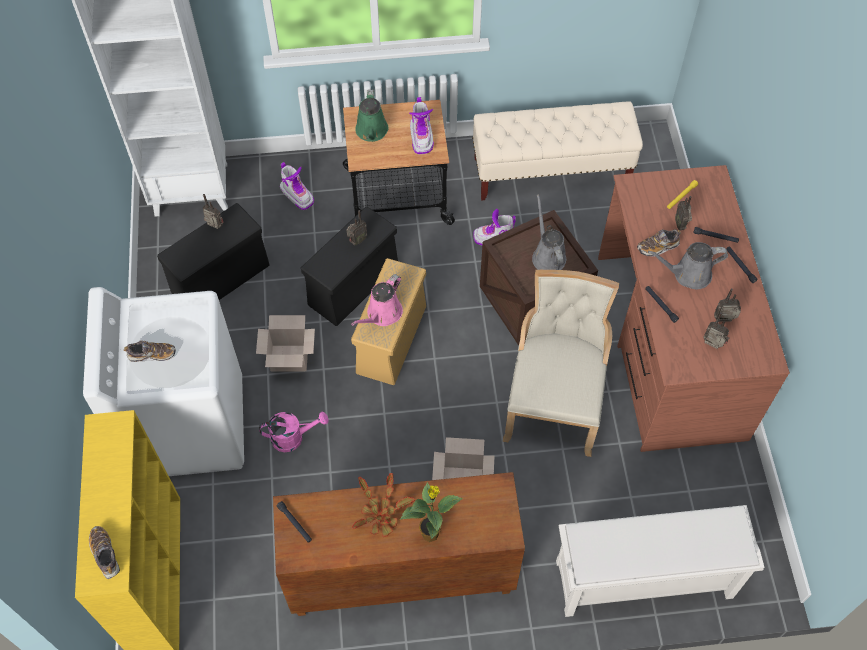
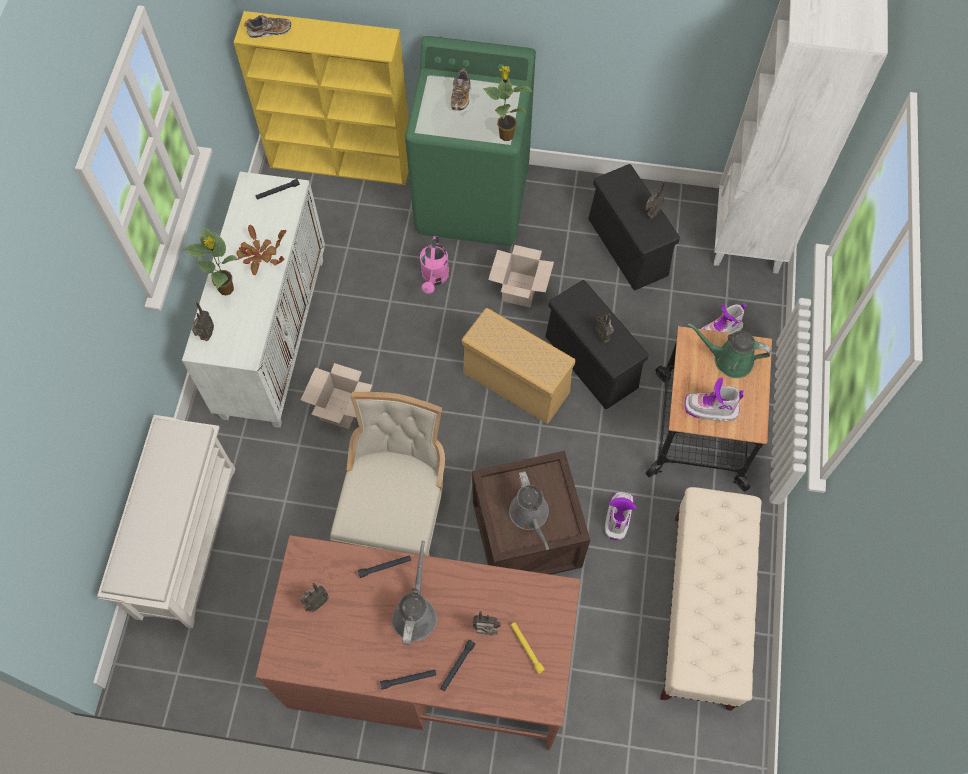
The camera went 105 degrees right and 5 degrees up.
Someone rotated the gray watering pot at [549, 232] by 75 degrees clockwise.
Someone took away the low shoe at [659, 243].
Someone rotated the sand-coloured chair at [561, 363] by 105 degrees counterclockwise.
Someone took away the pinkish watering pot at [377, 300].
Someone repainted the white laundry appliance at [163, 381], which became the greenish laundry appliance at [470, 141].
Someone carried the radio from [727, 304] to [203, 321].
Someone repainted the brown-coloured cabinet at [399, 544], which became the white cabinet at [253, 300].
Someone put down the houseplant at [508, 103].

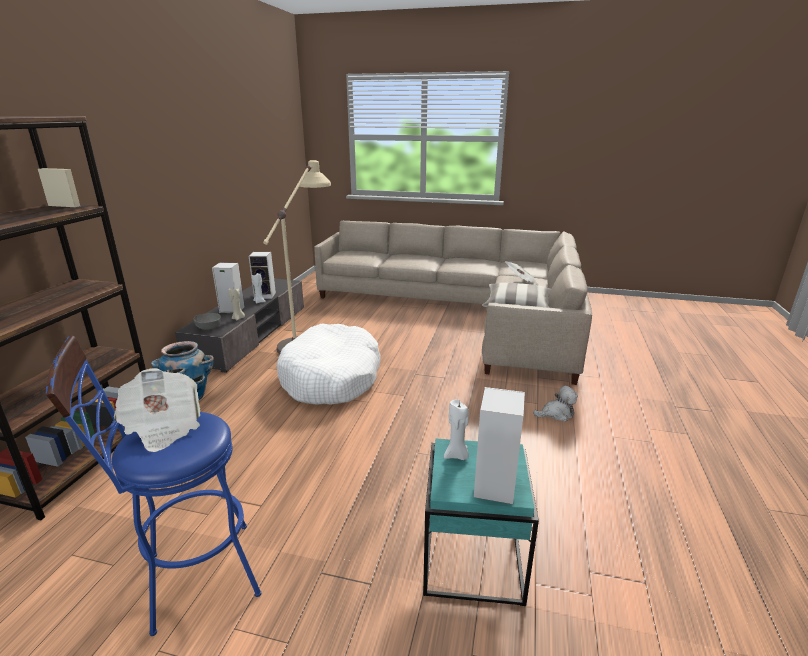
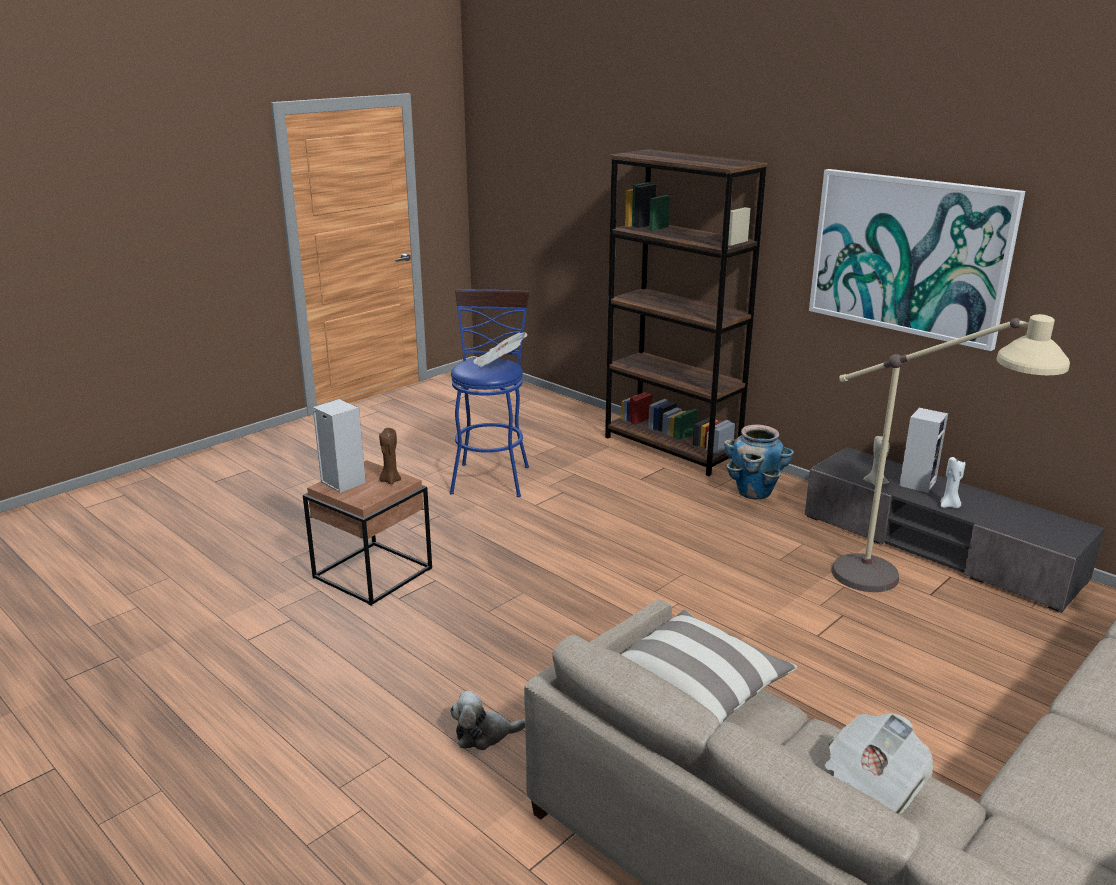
The camera went 120 degrees right and 0 degrees up.
Someone took away the loudspeaker at [262, 275].
Someone took away the gray deep dish at [207, 321].
Someone took away the white dog bed at [329, 364].
Someone rotated the plush toy at [555, 403] by 60 degrees clockwise.
Someone repainted the white wax light at [456, 429], which became the brown-coloured wax light at [390, 456].
Someone repainted the turquoise-coloured side table at [481, 522], which became the brown-coloured side table at [367, 533].
Someone put up the picture at [917, 260].

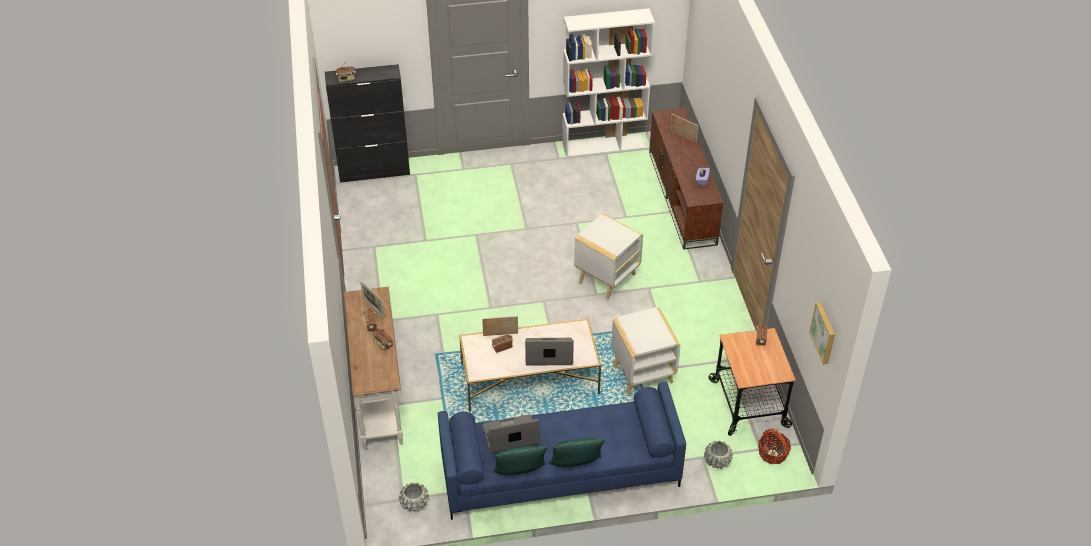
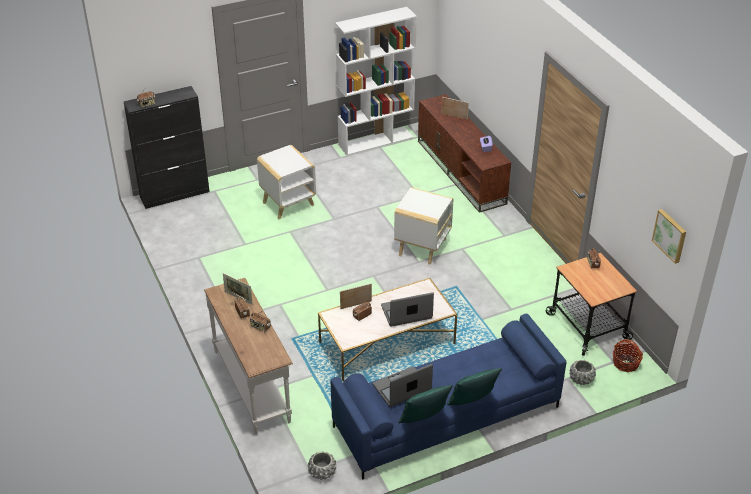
The camera went 15 degrees left and 5 degrees down.
Someone carried the white side table from [645, 350] to [286, 182].

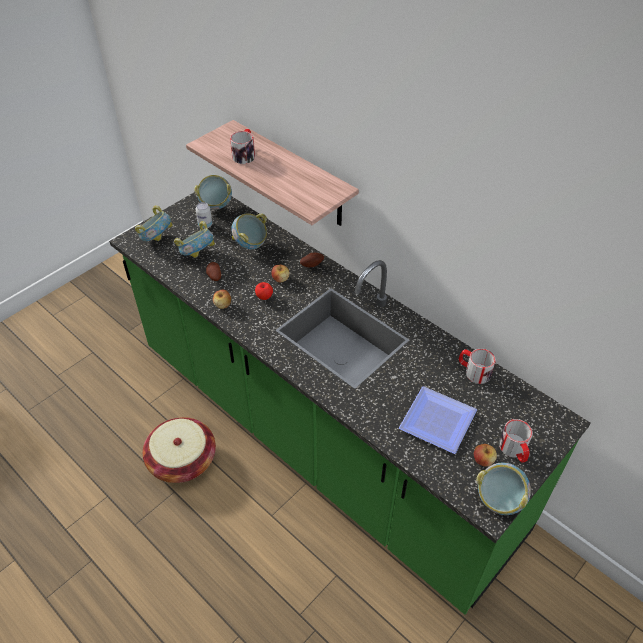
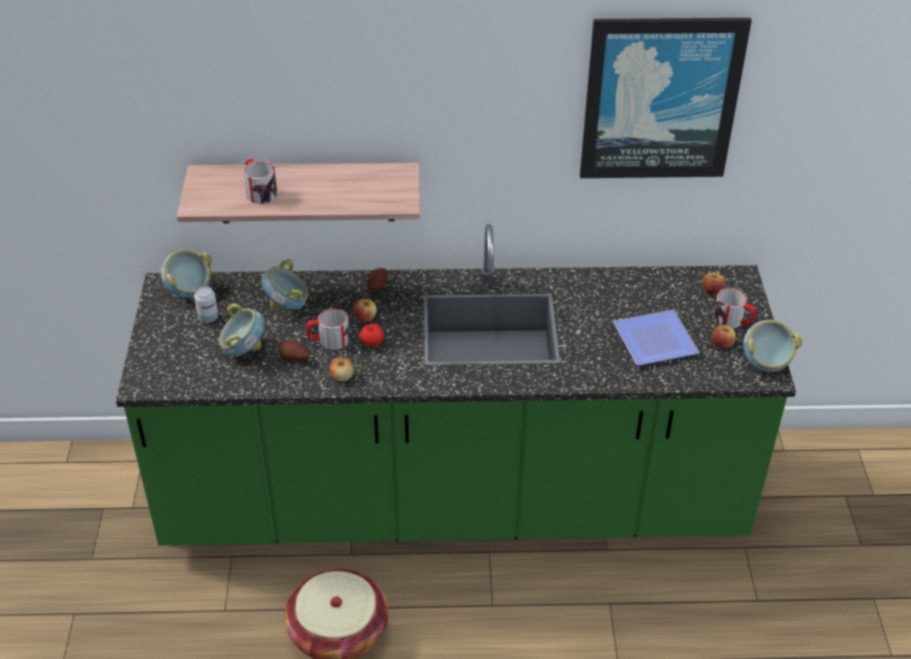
The camera went 45 degrees left and 5 degrees down.
Someone took away the deep dish at [153, 223].
Someone carried the coffee mug from [477, 366] to [328, 329].
Someone put up the picture at [666, 98].
Someone put down the whole apple at [713, 283].

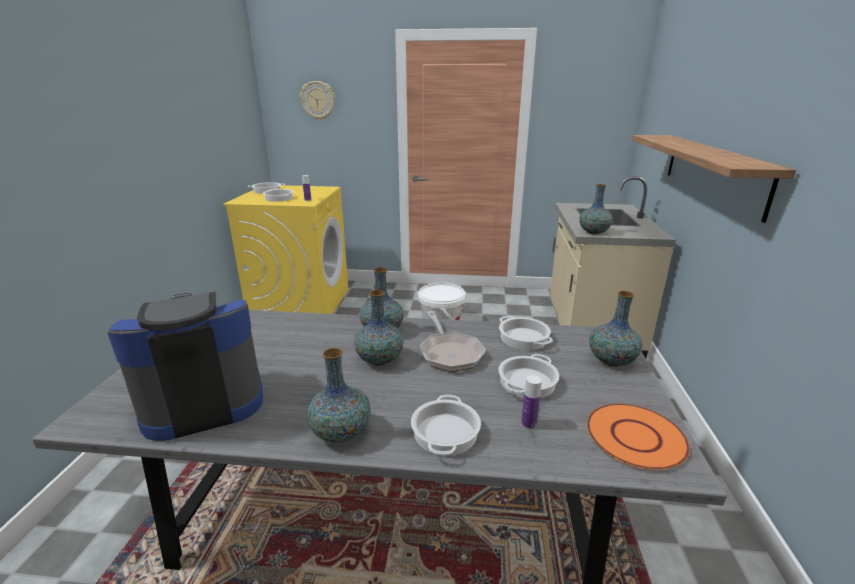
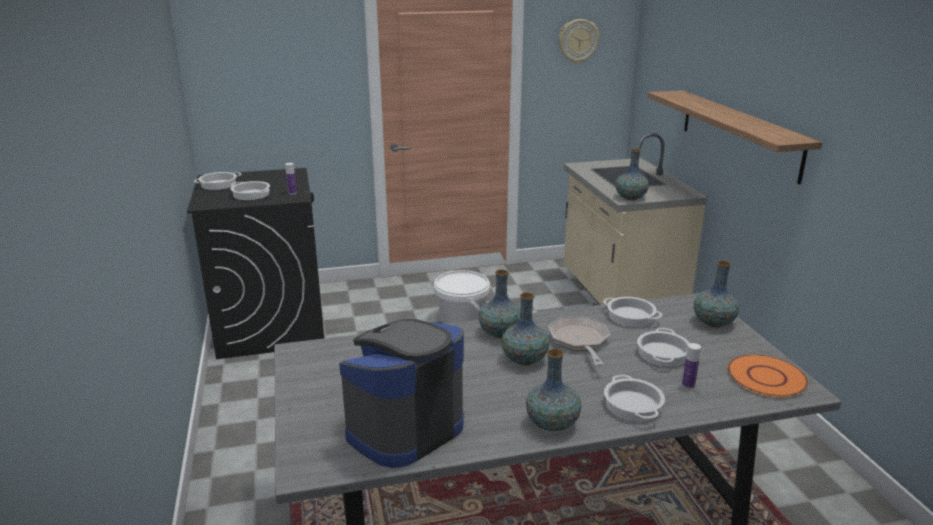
The camera went 20 degrees left and 0 degrees up.
Someone carried the hanging clock from [317, 100] to [579, 41].
Someone repainted the yellow-coloured laundry appliance at [285, 249], which became the black-coloured laundry appliance at [255, 263].
Someone rotated the pan at [452, 341] by 150 degrees counterclockwise.

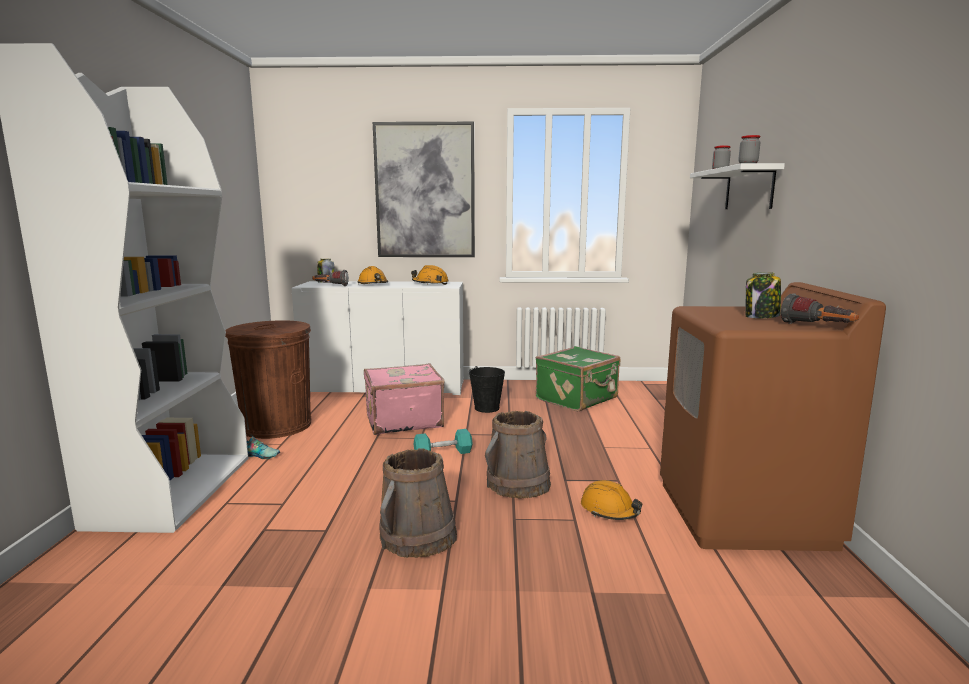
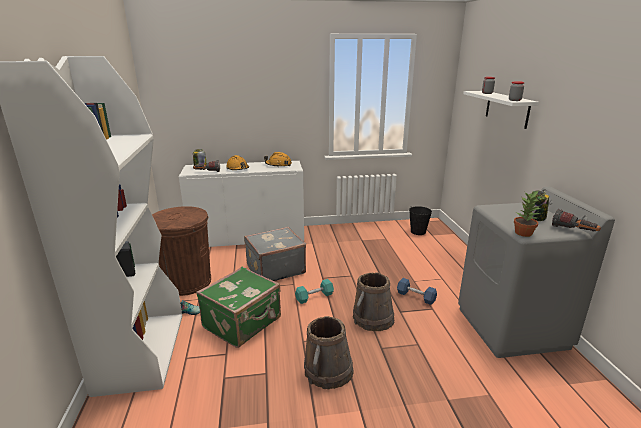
The camera went 10 degrees left and 10 degrees up.
Someone took away the picture at [424, 189].
Someone repainted the brown-coloured laundry appliance at [773, 416], which became the gray laundry appliance at [536, 272].
Someone carried the greenish piece of luggage from [578, 379] to [238, 307].
Someone repainted the pinkish piece of luggage at [404, 399], which became the gray piece of luggage at [275, 254].
Someone carried the black-coloured water bucket from [487, 389] to [420, 220].
Someone took away the orange hard hat at [611, 500].
Someone put down the houseplant at [527, 213].
Someone put down the bluish dumbbell at [417, 291].

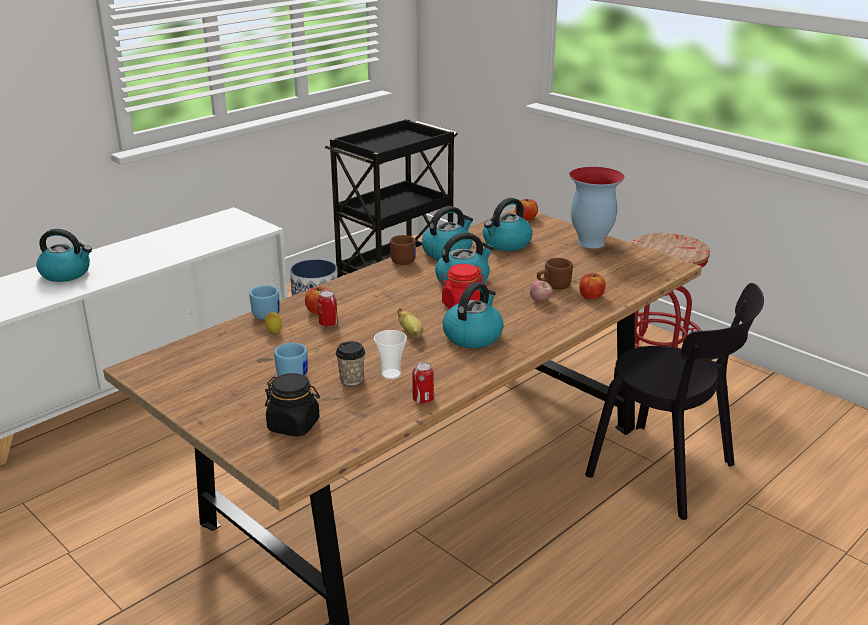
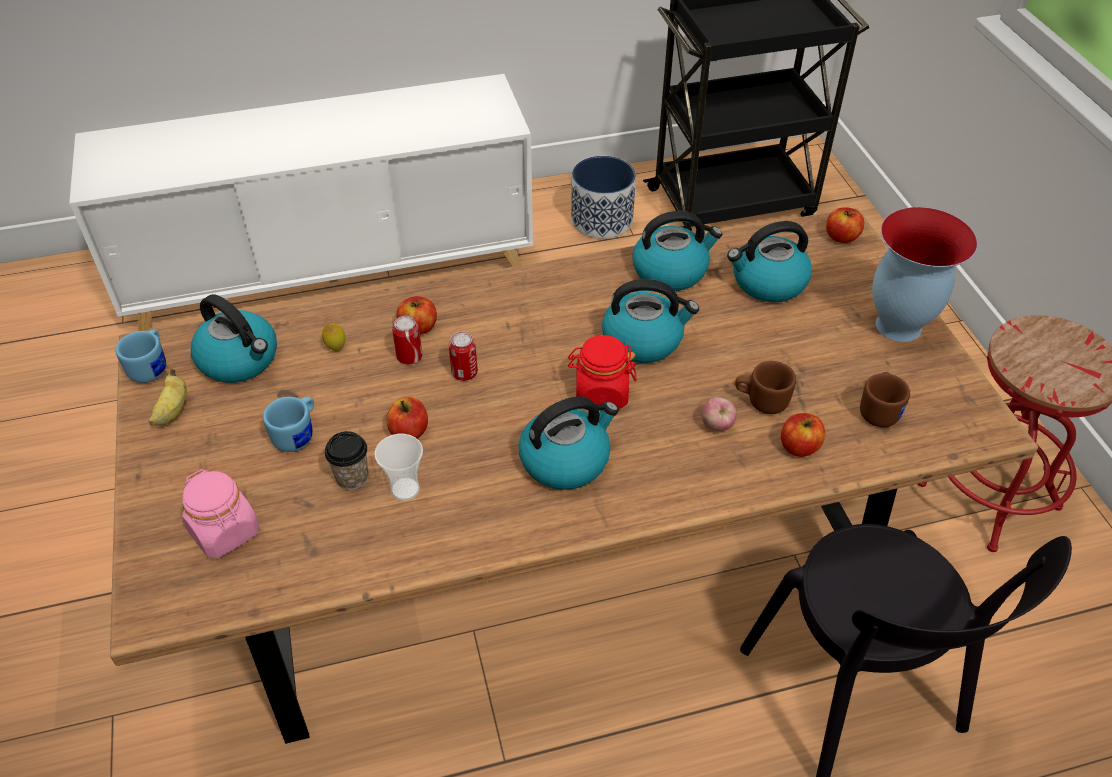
The camera went 30 degrees right and 20 degrees up.
Someone carried the kettle from [64, 255] to [234, 338].
Someone carried the brown-coloured coffee mug from [403, 250] to [885, 399].
Someone carried the bluish coffee mug from [264, 303] to [140, 356].
Someone carried the whole banana from [410, 323] to [167, 397].
Someone carried the metal can from [423, 383] to [463, 356].
Someone repainted the black-coloured storage jar at [292, 405], which became the pinkish storage jar at [220, 513].
Someone put down the whole apple at [407, 418].

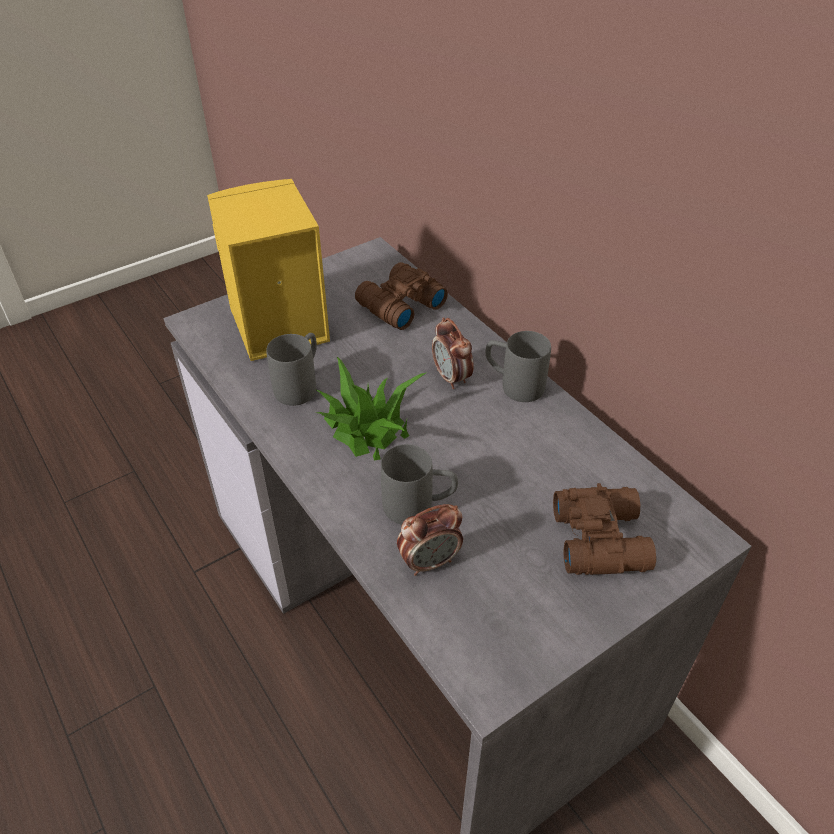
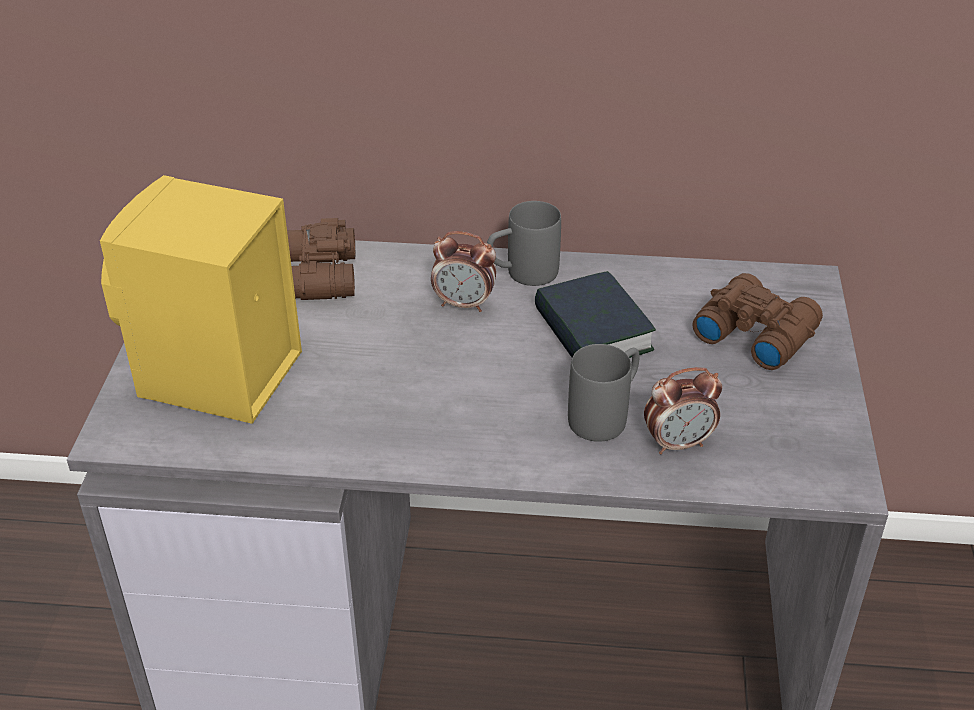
The camera went 50 degrees left and 5 degrees down.
Someone took away the gray coffee mug at [291, 369].
Someone took away the houseplant at [372, 409].
Someone rotated the table clock at [430, 540] by 60 degrees clockwise.
Someone put down the volume at [595, 314].

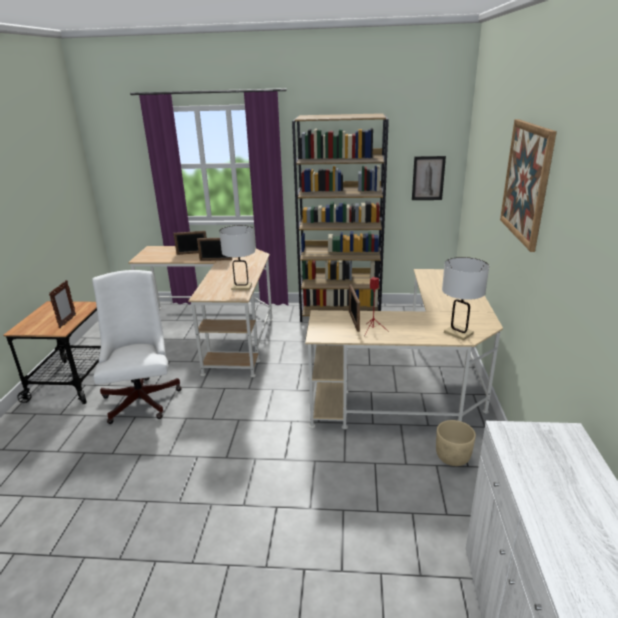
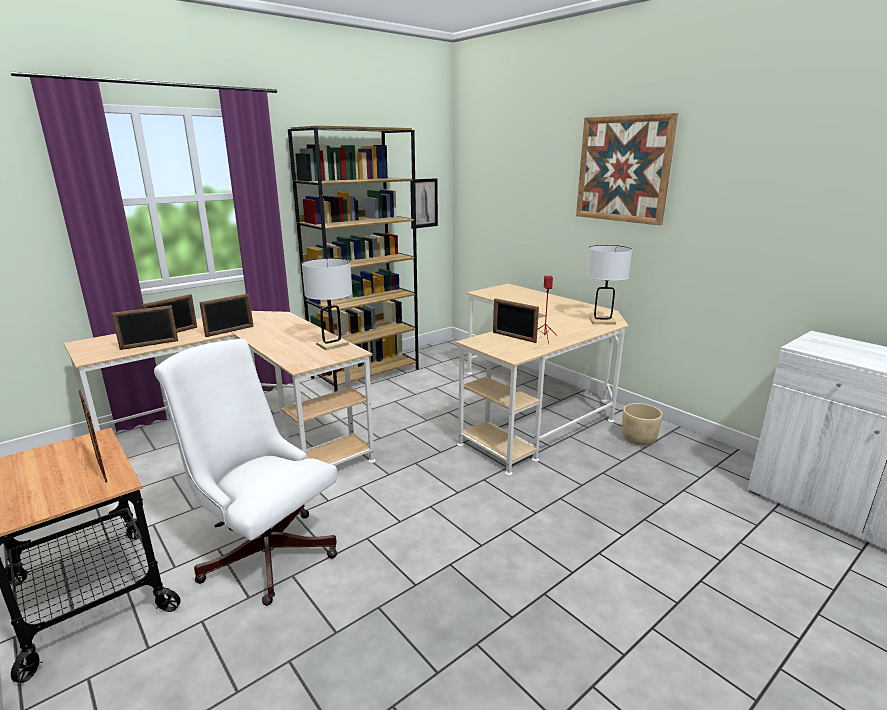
The camera went 45 degrees left and 5 degrees down.
Someone put down the standing frame at [145, 327].

